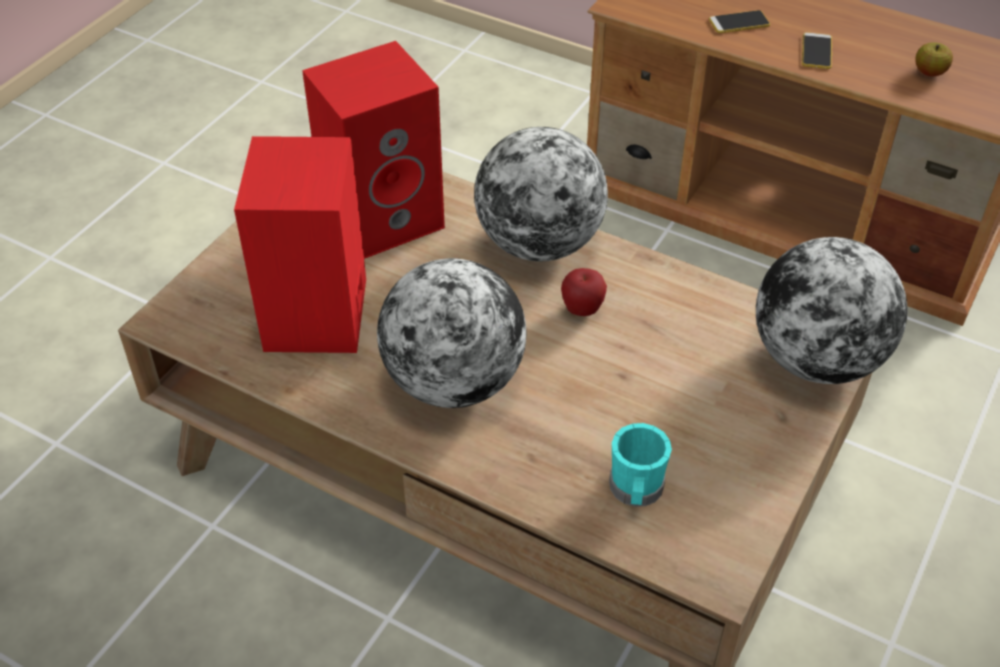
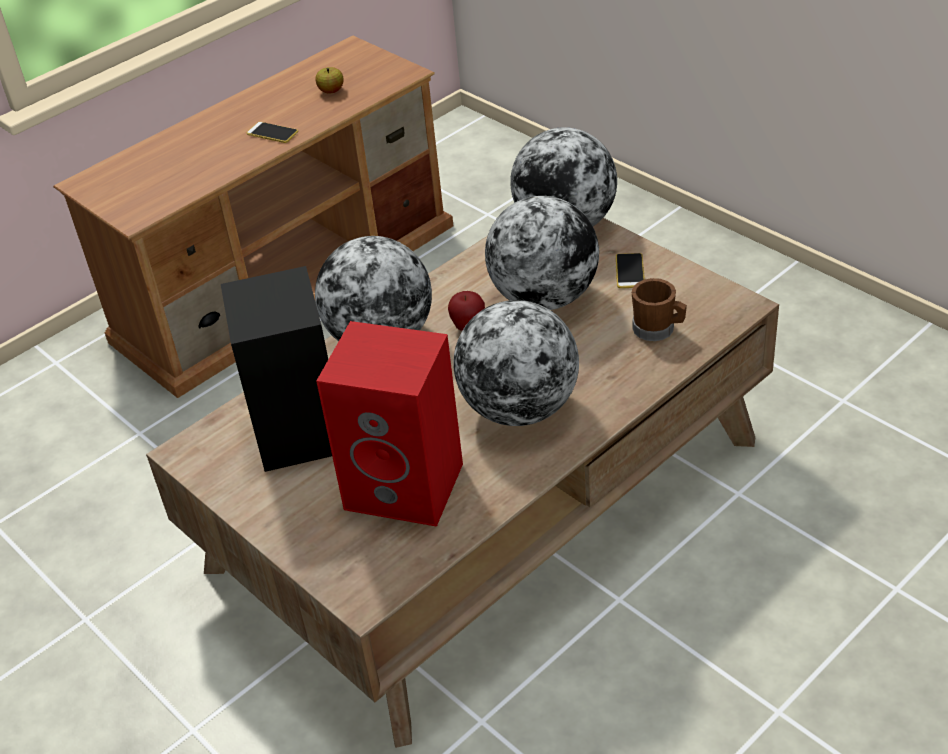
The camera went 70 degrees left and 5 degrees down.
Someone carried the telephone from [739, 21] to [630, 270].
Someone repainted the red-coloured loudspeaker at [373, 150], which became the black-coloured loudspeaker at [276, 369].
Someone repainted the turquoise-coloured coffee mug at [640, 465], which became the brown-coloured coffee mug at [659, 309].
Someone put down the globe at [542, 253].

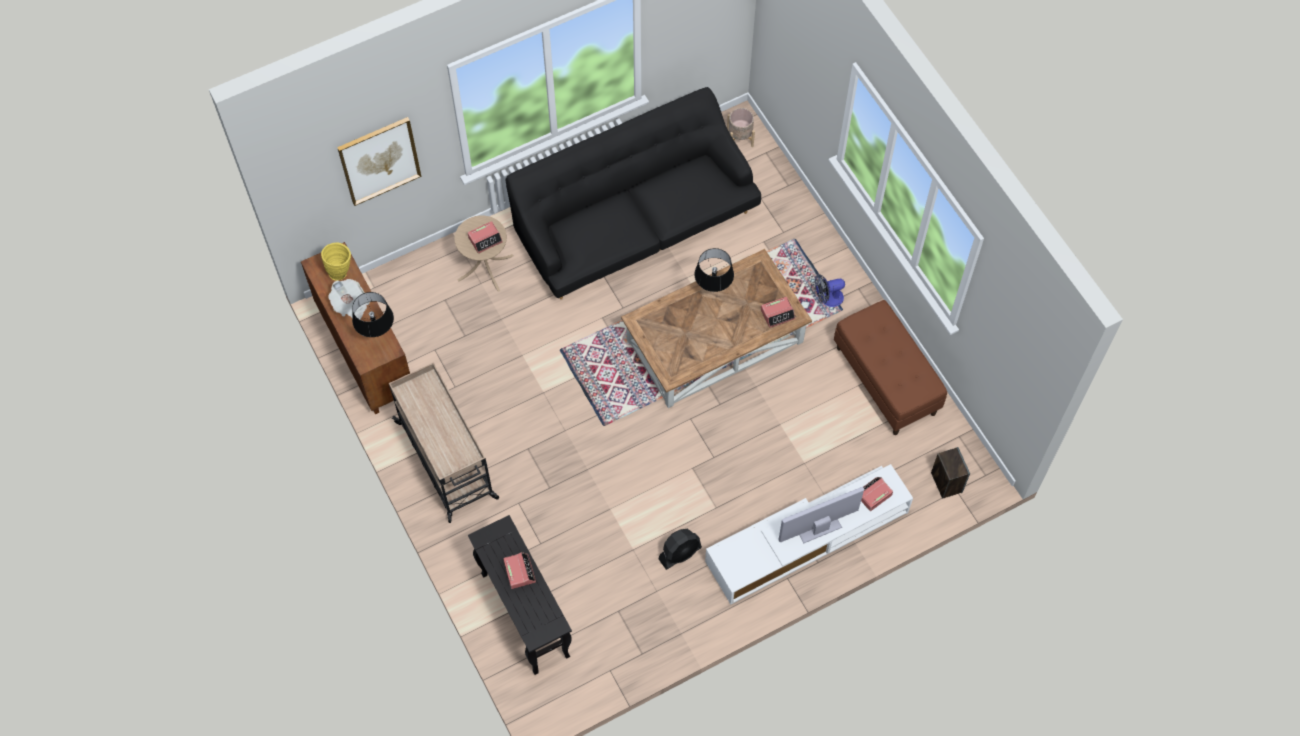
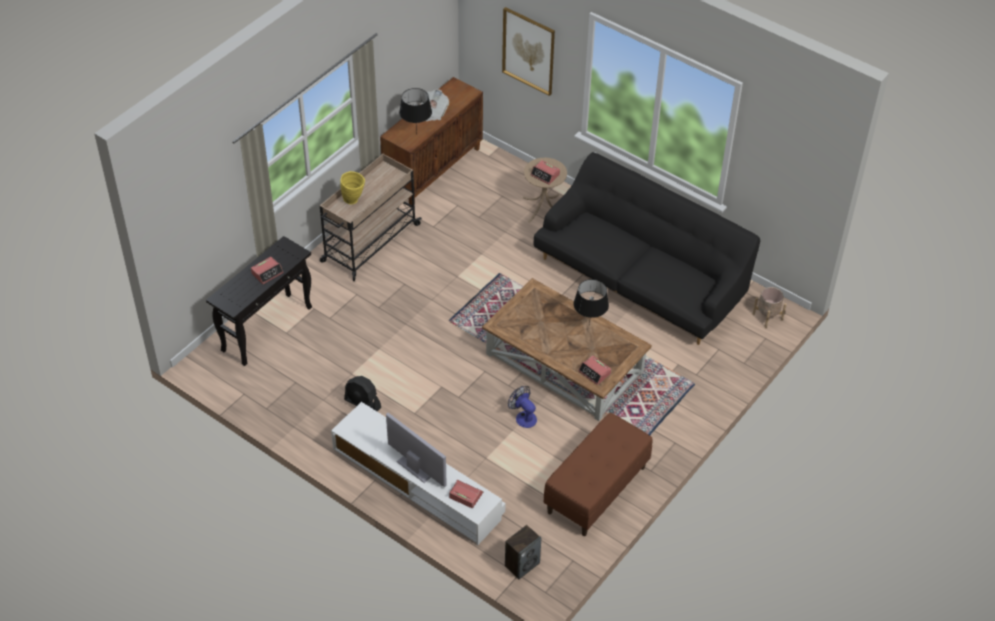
The camera went 65 degrees right and 15 degrees down.
Someone carried the yellow-coloured flower vase from [336, 261] to [352, 187].
Someone carried the cooling fan from [830, 290] to [522, 407].

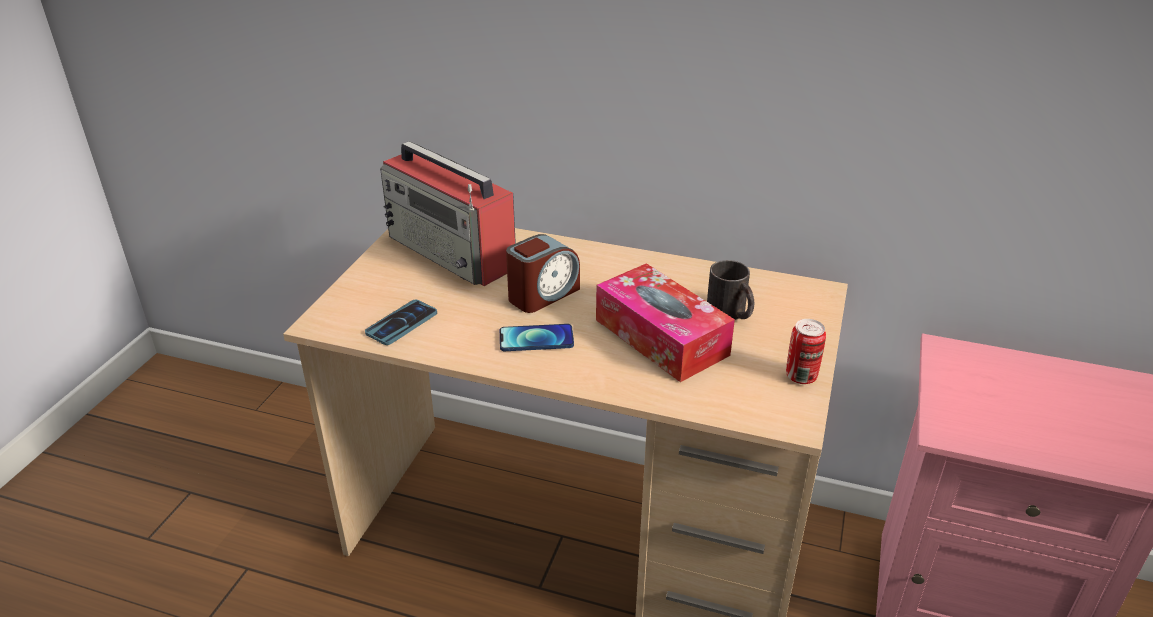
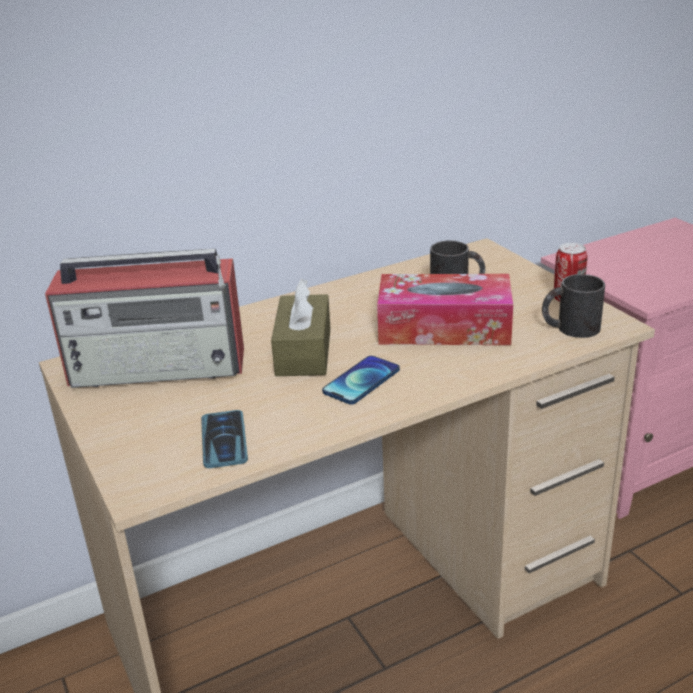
The camera went 45 degrees left and 5 degrees down.
Someone swapped the table clock at [543, 273] for the brown-coloured tissue holder at [301, 327].
Someone put down the black-coloured coffee mug at [573, 306].

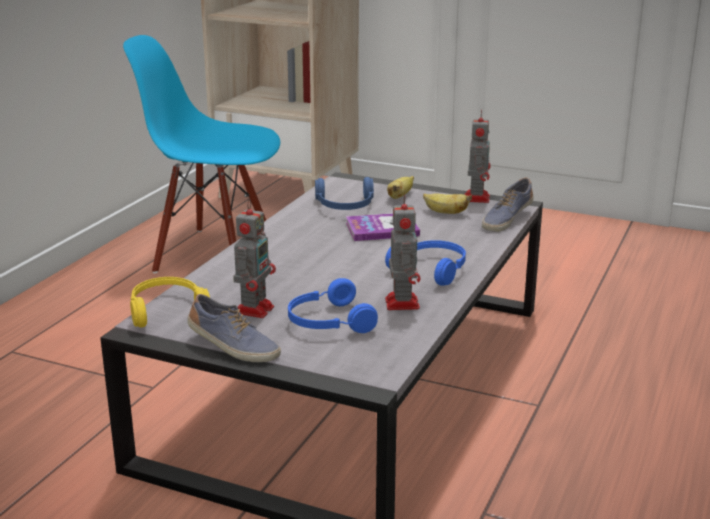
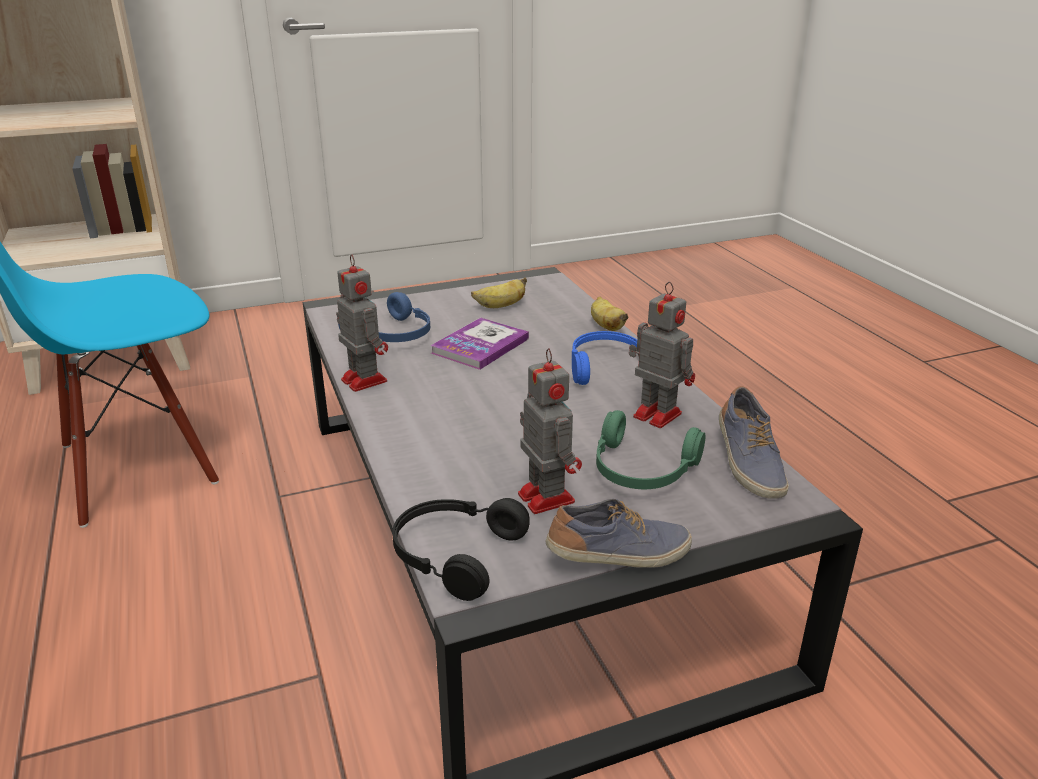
The camera went 45 degrees left and 5 degrees up.
Someone carried the robot figure from [477, 156] to [362, 323].
Someone carried the whole banana from [400, 187] to [609, 314].
Someone carried the low shoe from [507, 205] to [754, 442].
Someone repainted the yellow-coloured headset at [170, 302], which became the black-coloured headset at [460, 549].
Someone repainted the bluish headset at [333, 305], which became the greenish headset at [650, 449].

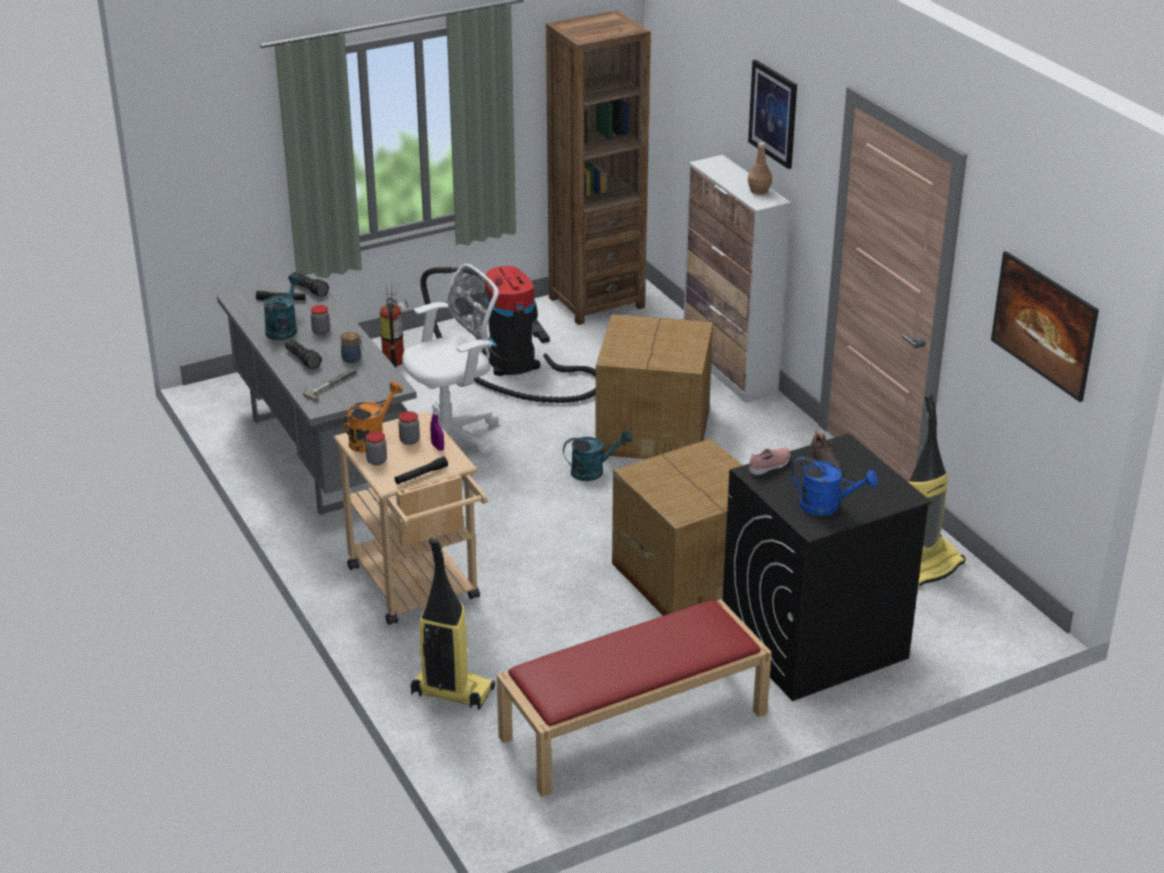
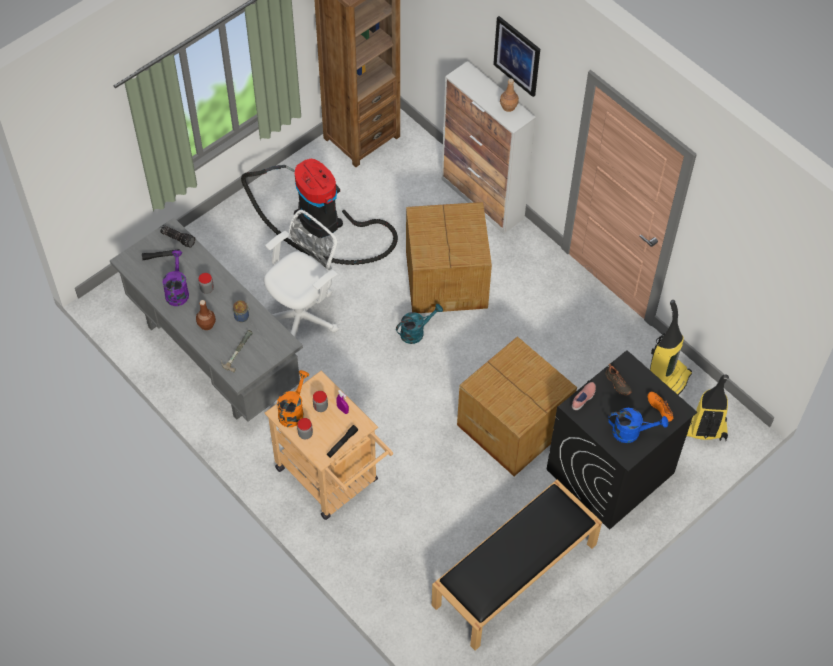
The camera went 15 degrees left and 25 degrees up.
Someone took away the picture at [1045, 326].
Someone repainted the turquoise-coloured watering pot at [282, 307], which became the purplish watering pot at [175, 278].
Someone took away the fire-fighting cylinder at [394, 324].
Someone swapped the flashlight at [303, 354] for the brown-coloured bottle at [206, 315].
Someone carried the vacuum cleaner from [453, 623] to [708, 408].
Someone repainted the red-coloured indoor bench at [634, 698], which became the black-coloured indoor bench at [516, 565].
Someone put down the orange low shoe at [660, 407].

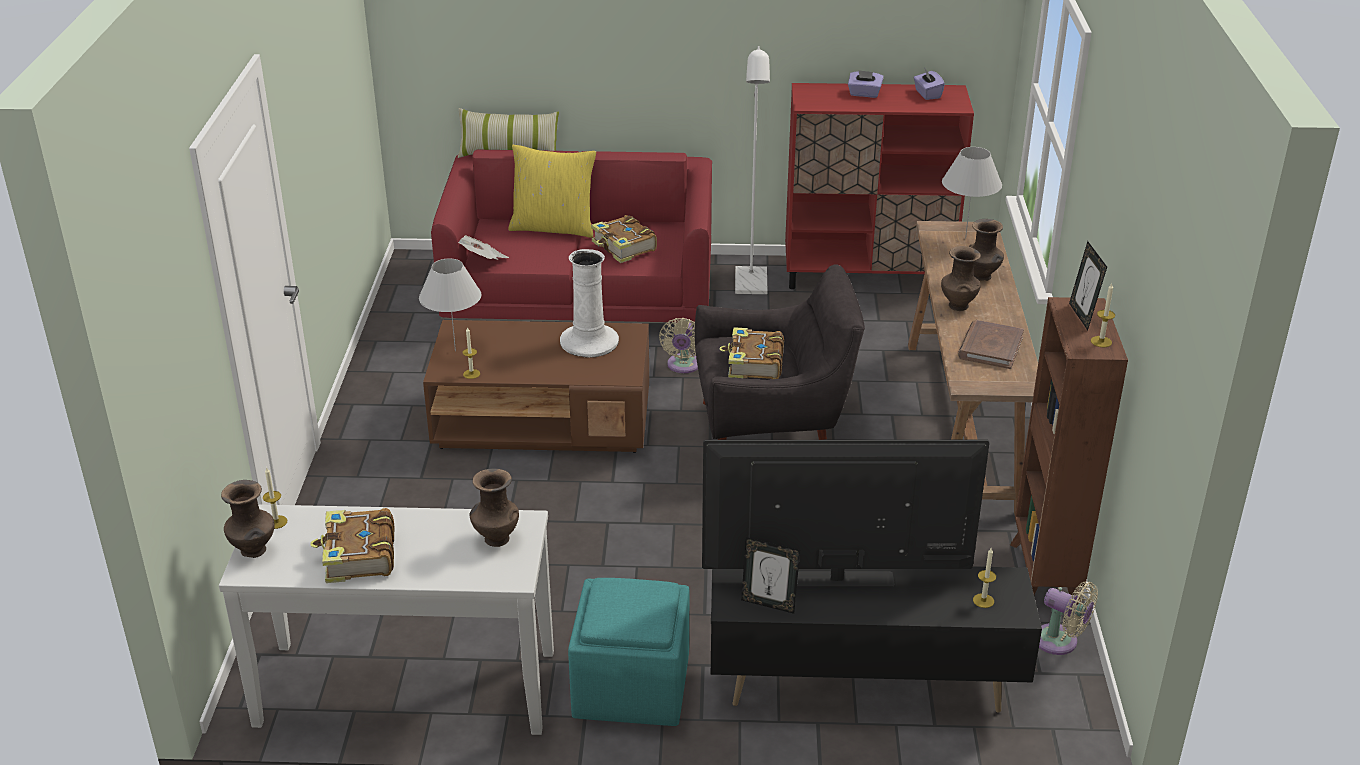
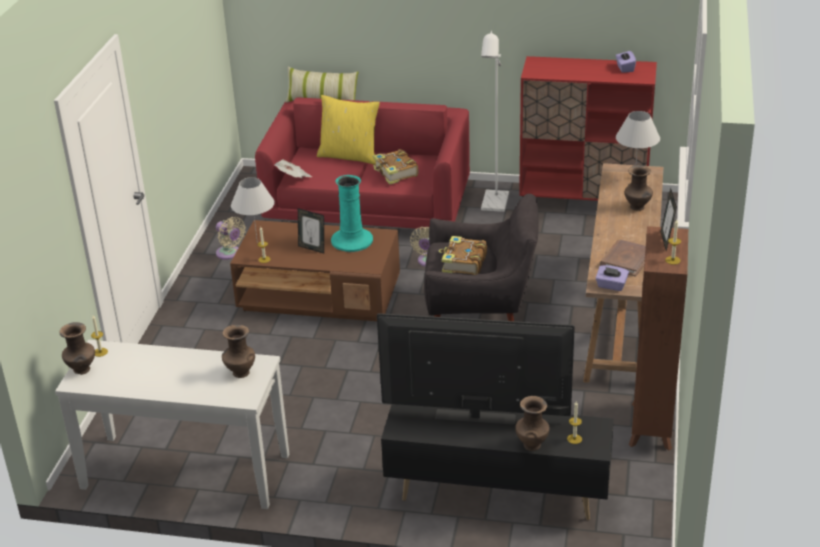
The camera went 10 degrees right and 0 degrees up.
Someone carried the purplish tissue holder from [866, 84] to [612, 278].
Someone carried the brown-coloured flower vase from [961, 278] to [532, 423].
Someone repainted the white flower vase at [589, 303], which became the turquoise-coloured flower vase at [352, 213].
Someone took away the volume at [352, 545].
Someone carried the standing frame from [770, 575] to [311, 231].
Someone took away the turquoise-coloured footrest at [628, 652].
Someone carried the sand-coloured cooling fan from [1068, 618] to [231, 238].

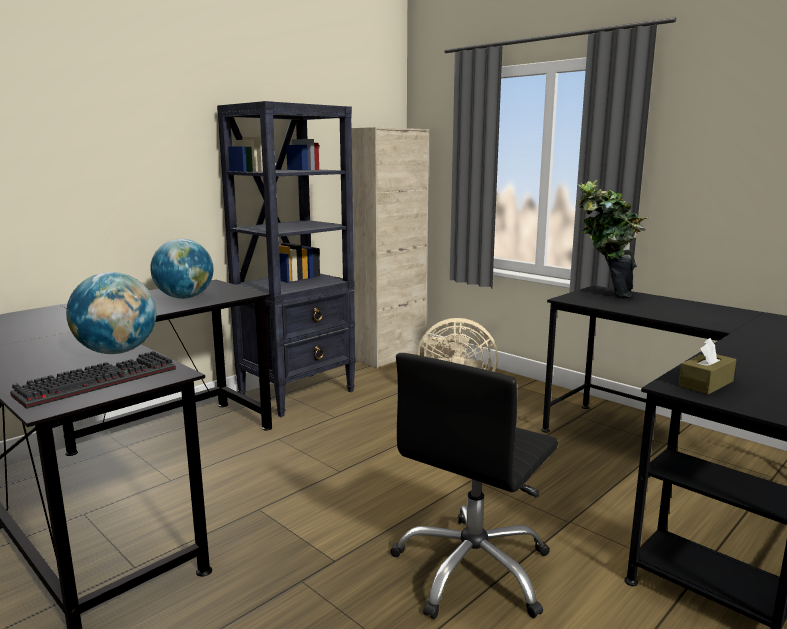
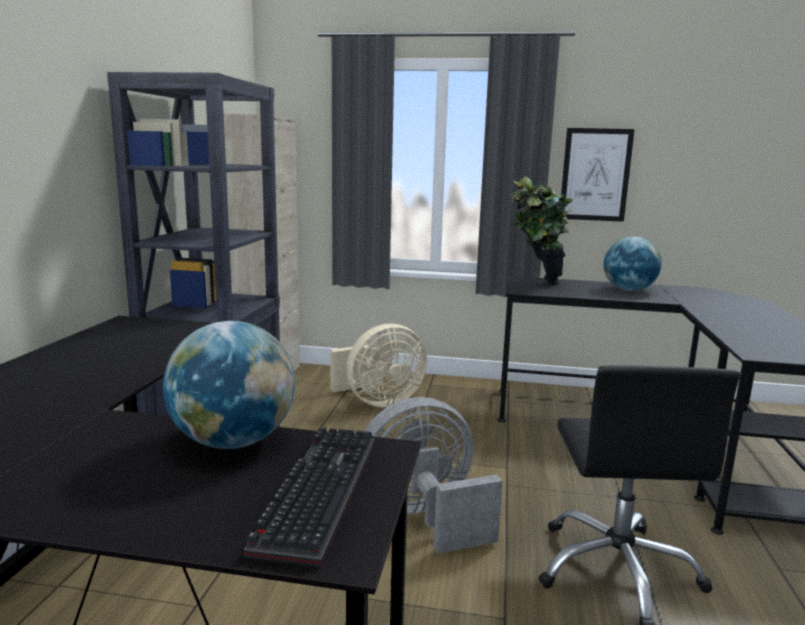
The camera went 35 degrees left and 0 degrees up.
Someone carried the globe from [181, 269] to [633, 263].
Someone took away the brown-coloured tissue holder at [707, 366].
Someone put up the picture at [598, 175].
Someone put down the gray cooling fan at [434, 475].

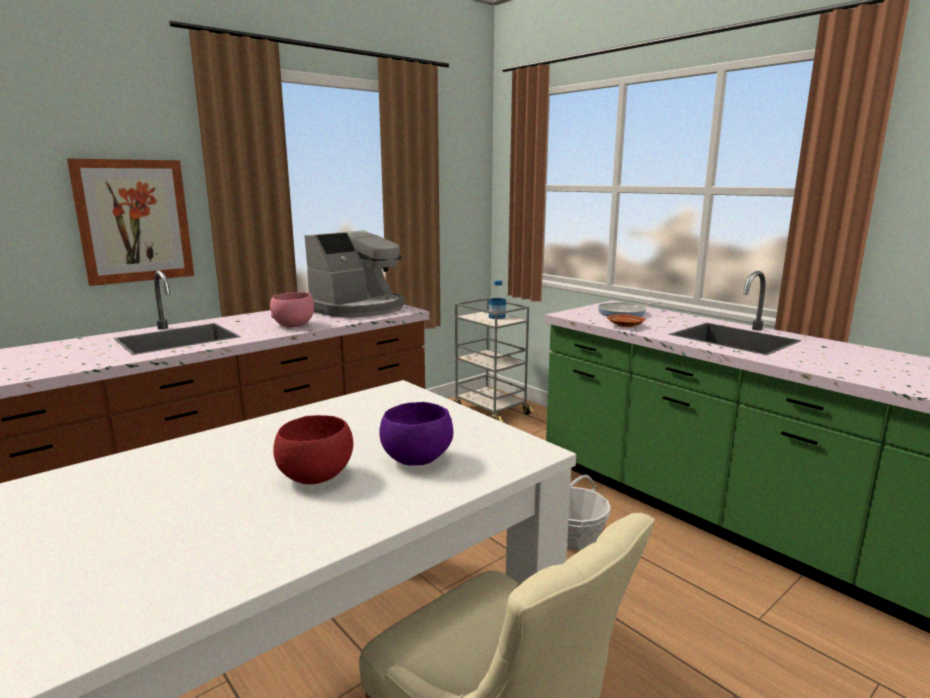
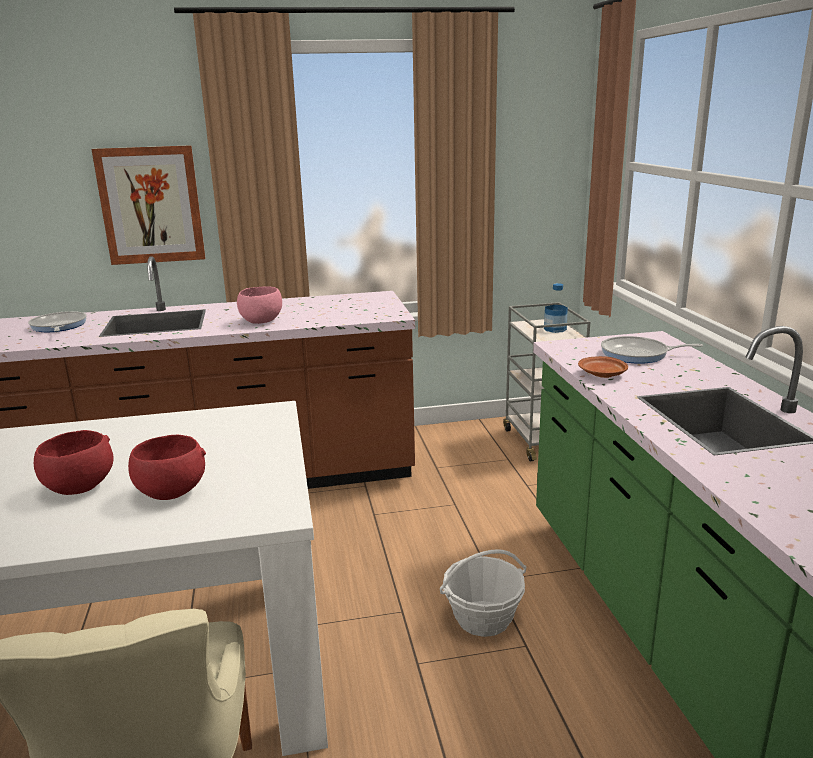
The camera went 30 degrees right and 5 degrees up.
Someone took away the coffee brewer at [354, 273].
Someone repainted the purplish deep dish at [416, 434], which became the red-coloured deep dish at [167, 467].
Someone put down the pan at [57, 321].

